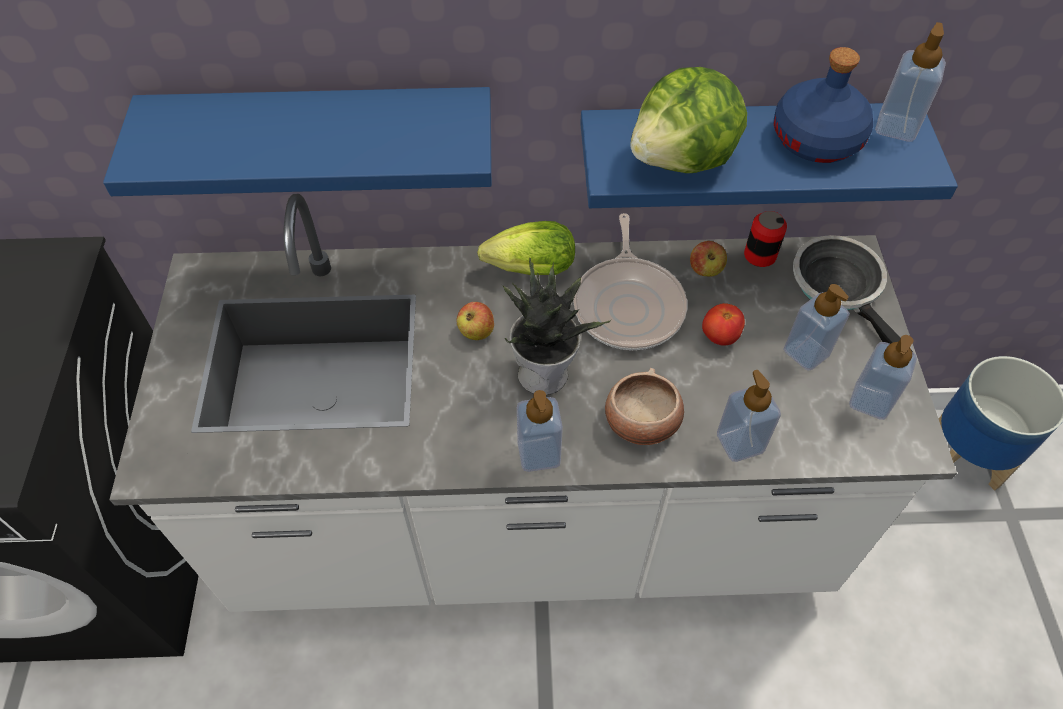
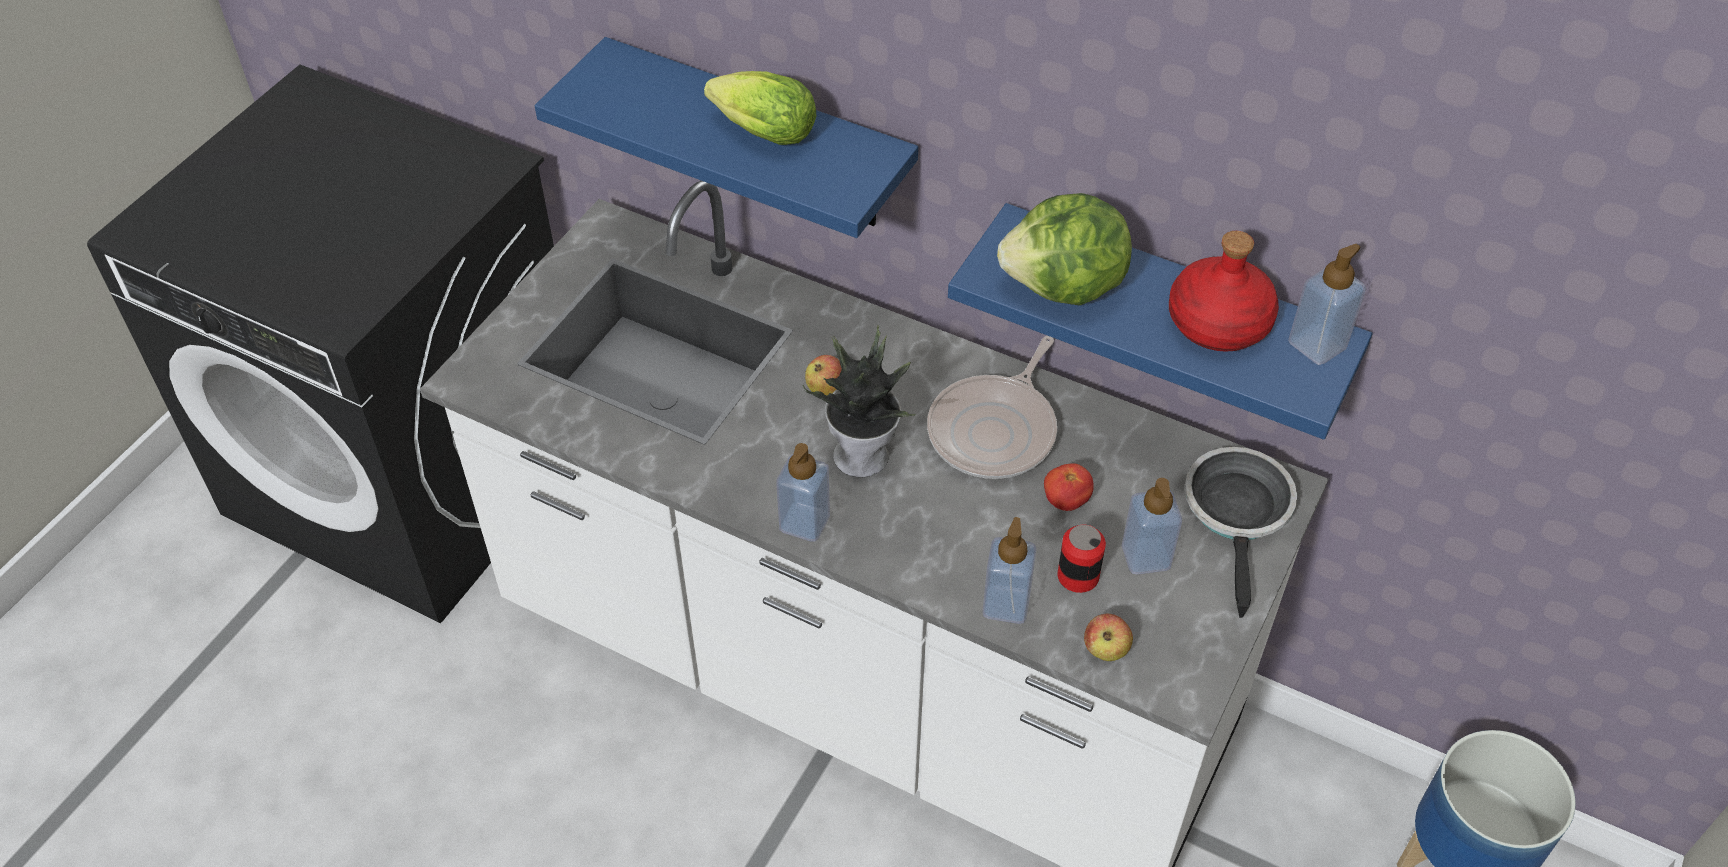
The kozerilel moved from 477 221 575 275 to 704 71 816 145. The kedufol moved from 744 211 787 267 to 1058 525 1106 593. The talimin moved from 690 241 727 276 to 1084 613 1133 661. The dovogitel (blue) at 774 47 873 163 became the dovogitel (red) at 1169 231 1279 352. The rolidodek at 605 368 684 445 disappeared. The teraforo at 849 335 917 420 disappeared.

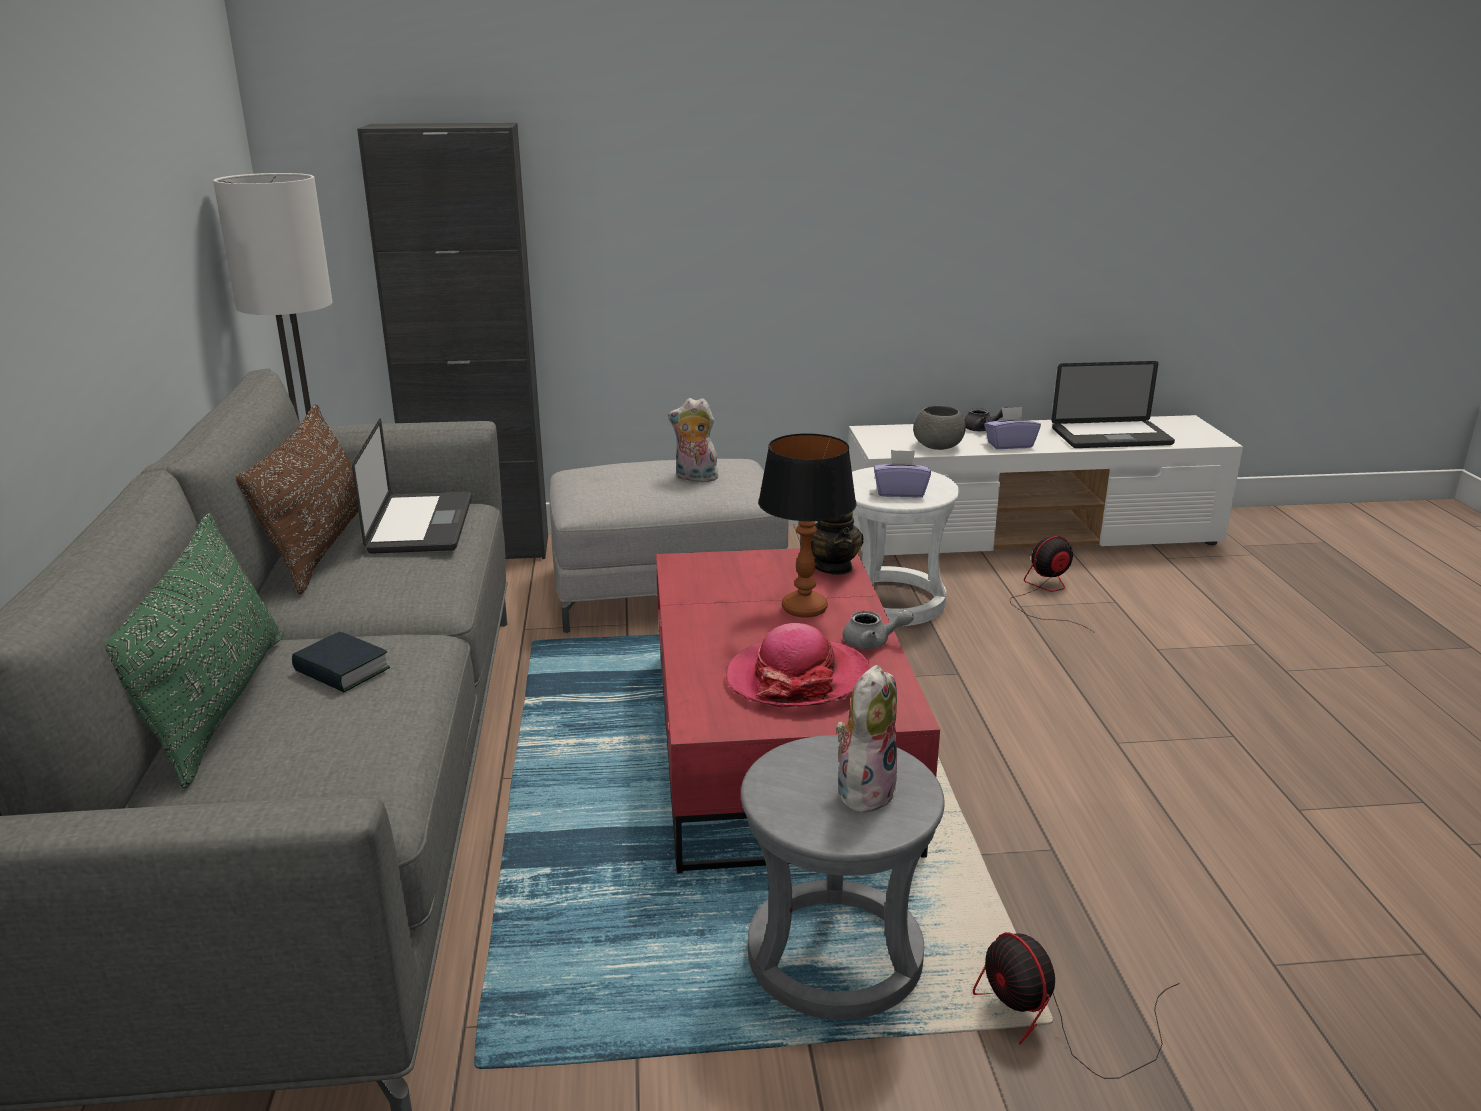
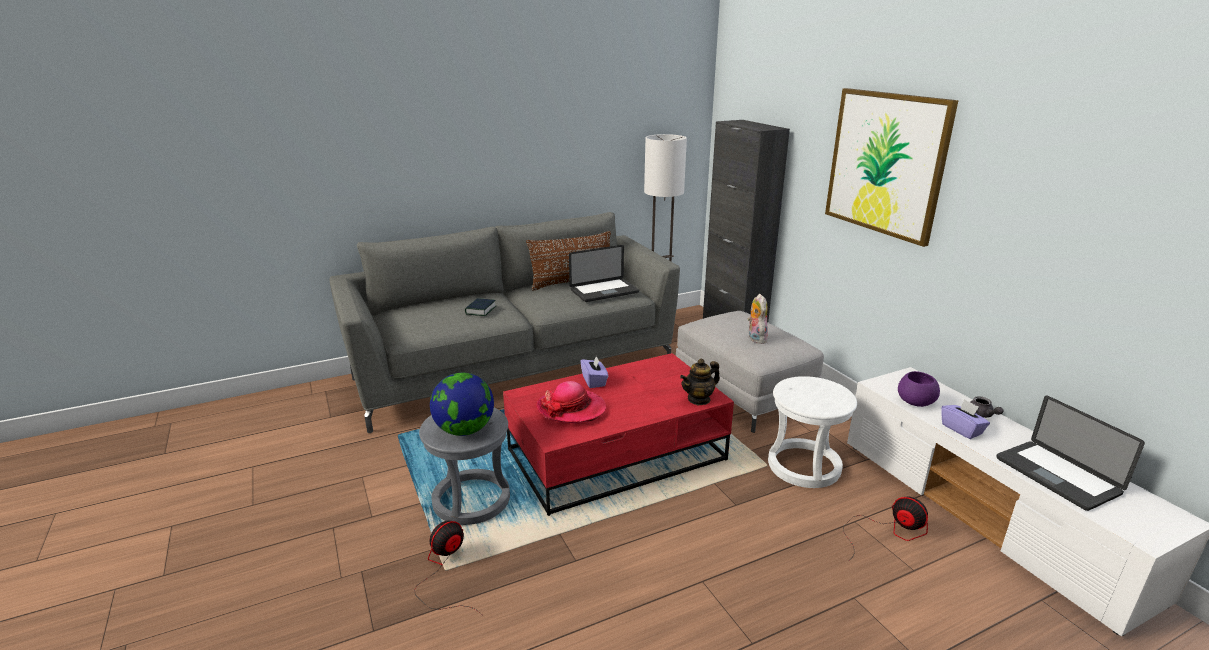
The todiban at 835 665 898 813 was replaced by the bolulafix at 430 373 494 436. The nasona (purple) moved from 874 450 931 498 to 580 355 608 388. The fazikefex at 825 88 959 247 appeared. The rolidodek (grey) at 913 406 966 450 became the rolidodek (purple) at 898 371 940 407. The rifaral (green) at 105 513 284 788 disappeared. The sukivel at 758 433 857 618 disappeared. The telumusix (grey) at 843 610 914 649 disappeared.

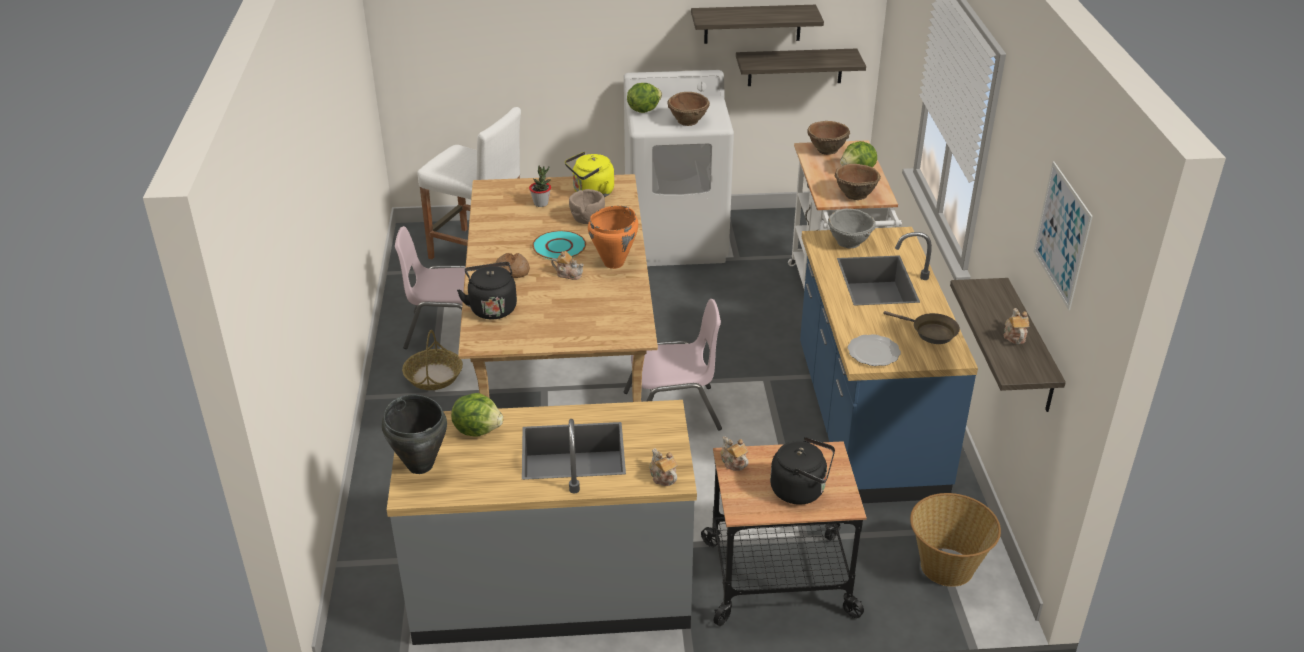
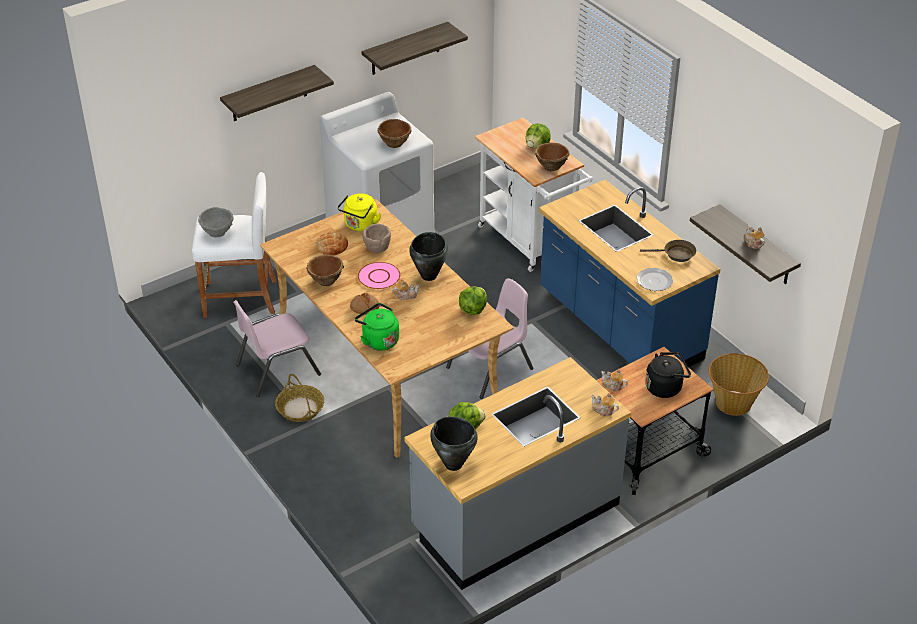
The rolidodek (grey) moved from 828 209 875 248 to 198 207 234 237. The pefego moved from 736 48 866 86 to 220 65 334 121. The rolidodek (brown) moved from 807 121 850 155 to 306 254 344 286. The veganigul at 529 166 551 207 was replaced by the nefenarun at 316 231 348 255. The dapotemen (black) at 457 262 517 320 became the dapotemen (green) at 355 303 399 351. The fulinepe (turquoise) at 532 230 586 260 became the fulinepe (pink) at 358 262 400 289. The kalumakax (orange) at 588 206 638 269 became the kalumakax (black) at 409 232 448 281. The kozerilel moved from 627 83 662 113 to 459 287 487 315. The fazikefex at 1033 161 1093 310 disappeared.

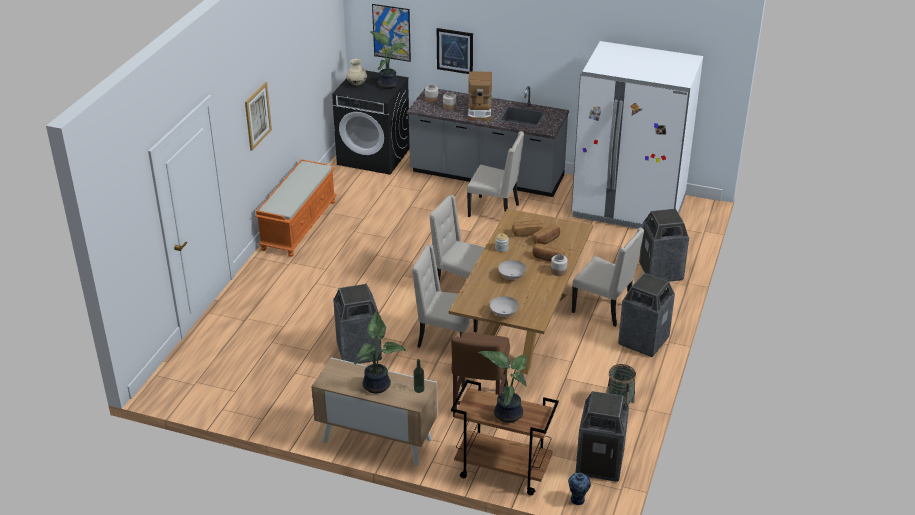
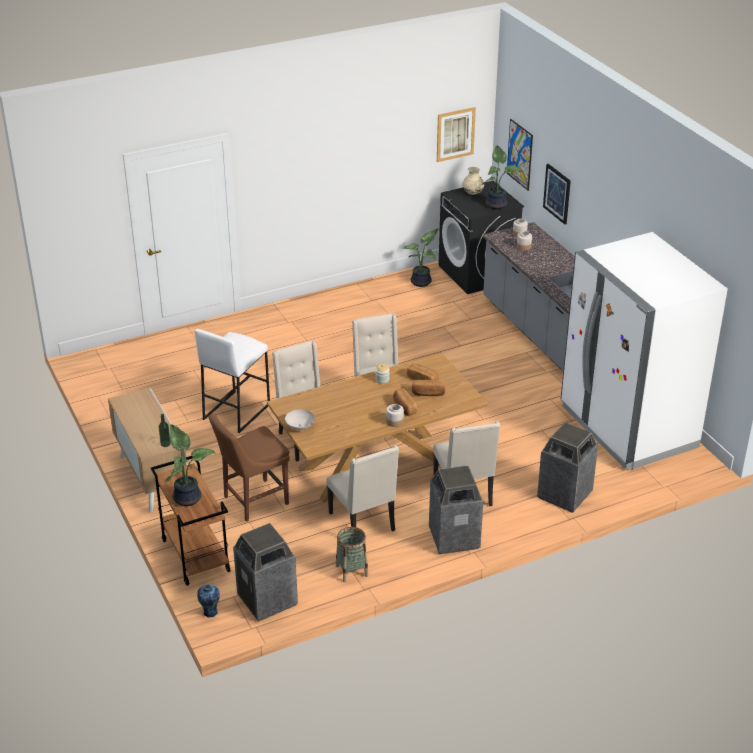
The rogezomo at 333 284 382 364 was replaced by the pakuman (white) at 195 329 270 433. The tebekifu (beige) moved from 467 131 525 217 to 326 445 399 531. The veganigul moved from 354 311 406 394 to 403 229 439 287. The fazikefex moved from 245 82 272 151 to 437 107 476 162. The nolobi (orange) at 255 159 337 257 disappeared. The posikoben at 468 71 492 121 disappeared. The rolidodek (white) at 498 260 526 279 disappeared.

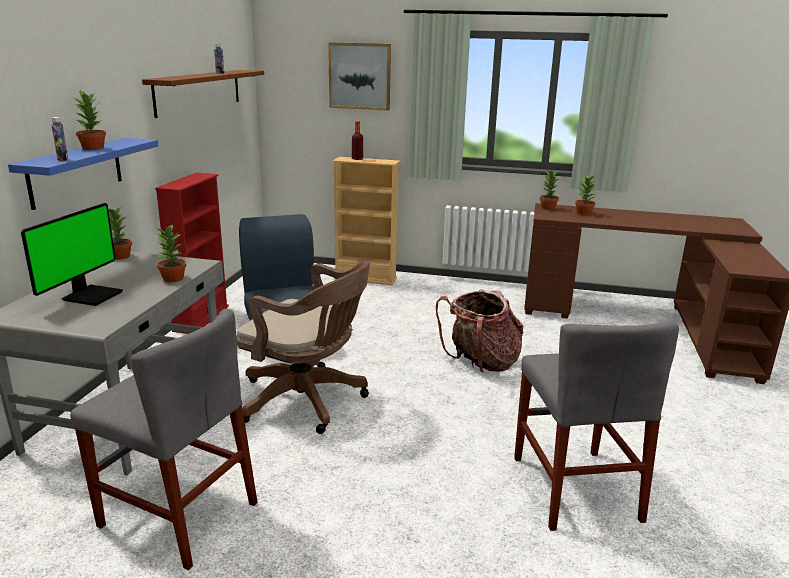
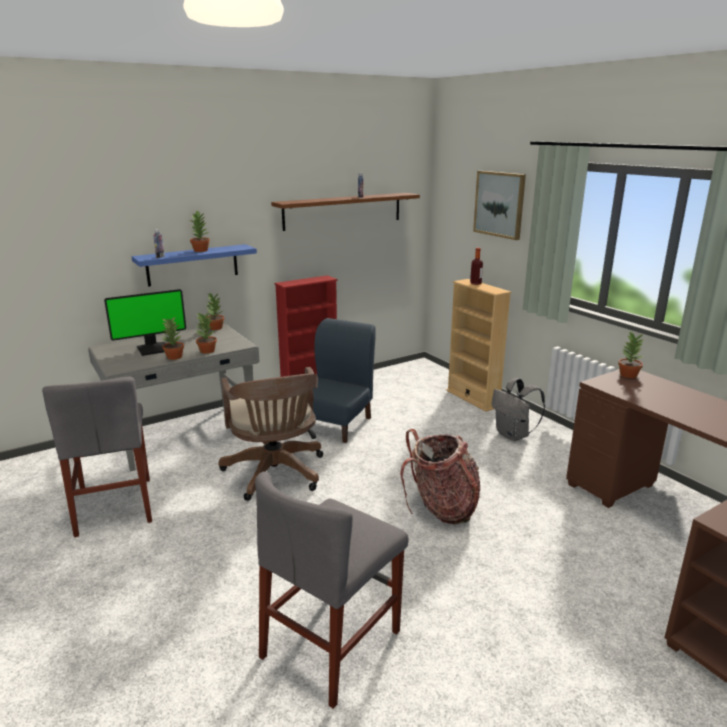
The veganigul moved from 575 174 596 215 to 161 317 184 360. The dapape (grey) at 492 378 545 441 appeared.

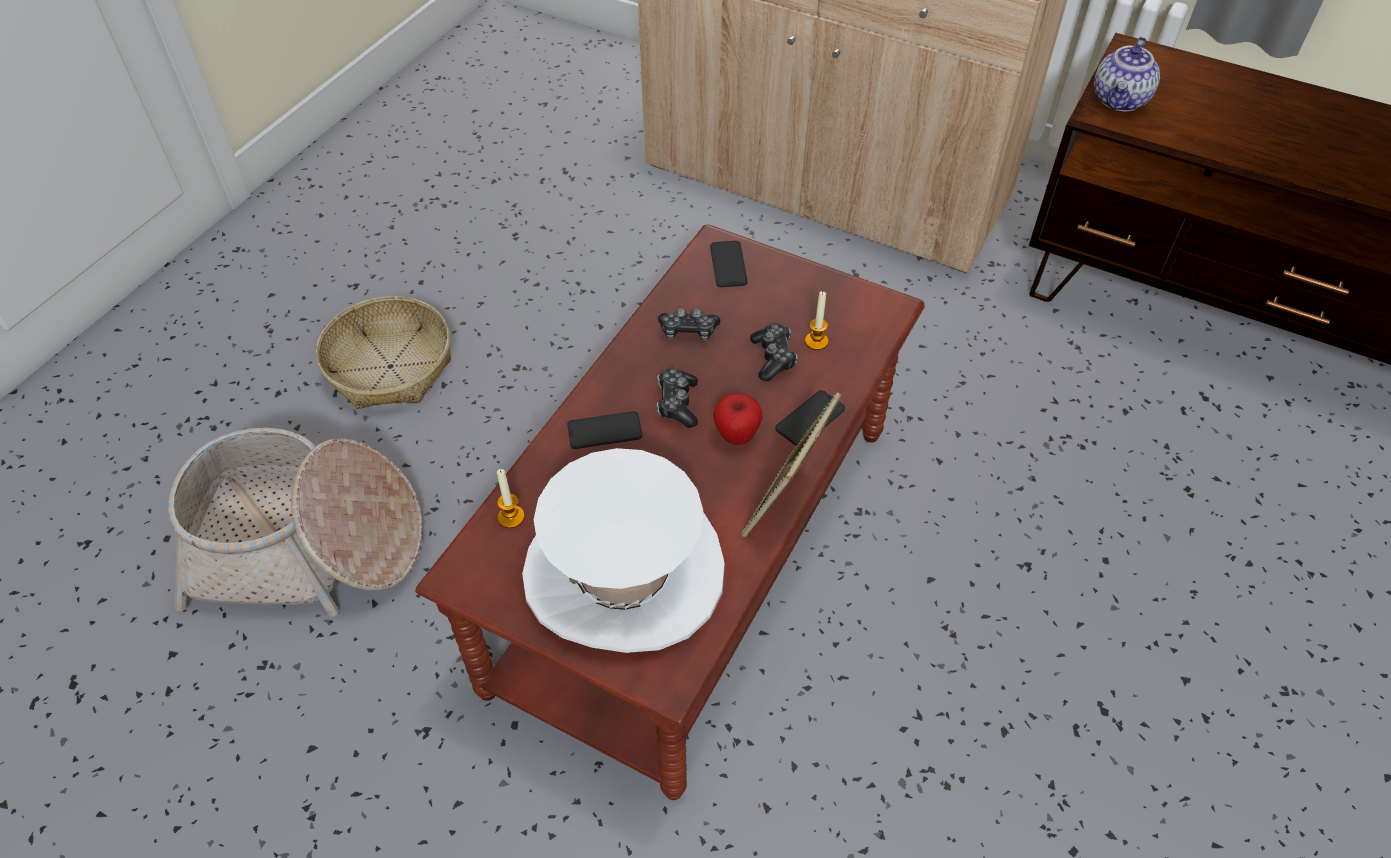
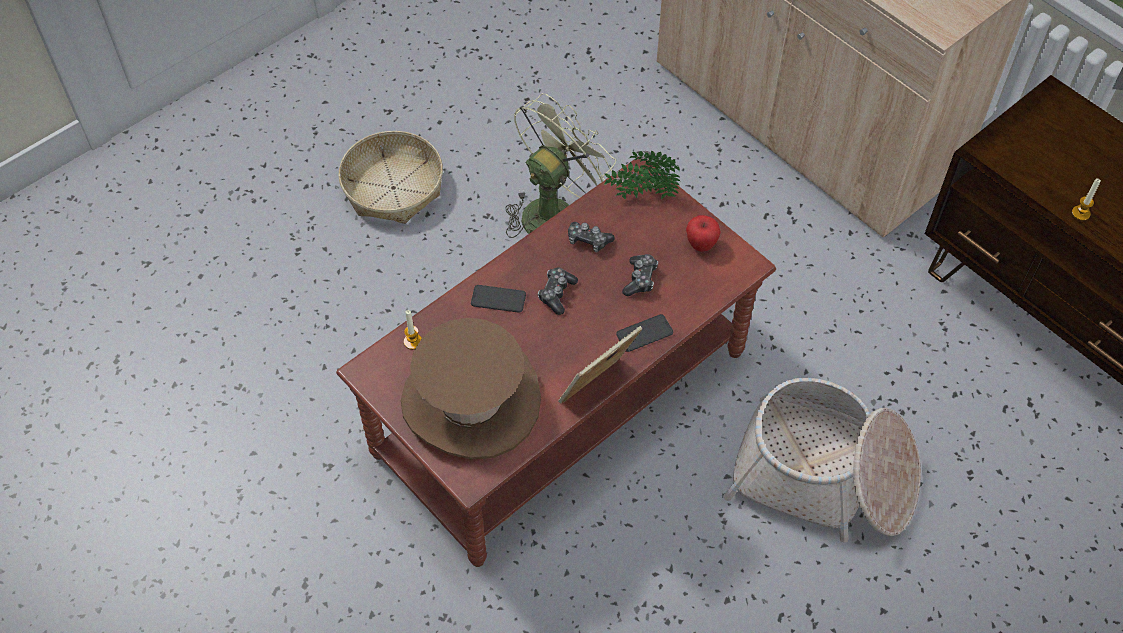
The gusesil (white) at 522 448 725 653 became the gusesil (brown) at 401 318 541 460. The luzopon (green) at 505 93 616 238 appeared. The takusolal at 710 241 748 287 was replaced by the veganigul at 604 151 680 199. The talimin moved from 713 394 763 445 to 686 215 721 252. The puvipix moved from 168 428 422 617 to 723 378 921 543. The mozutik moved from 805 291 829 350 to 1072 178 1101 221. The telumusix at 1094 37 1160 111 disappeared.

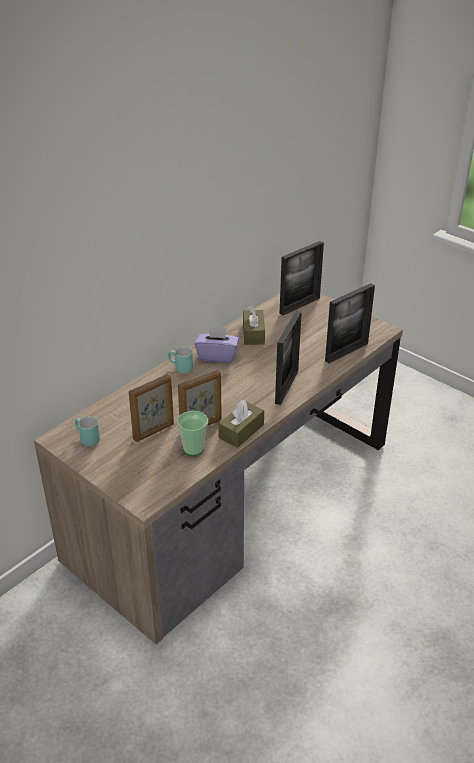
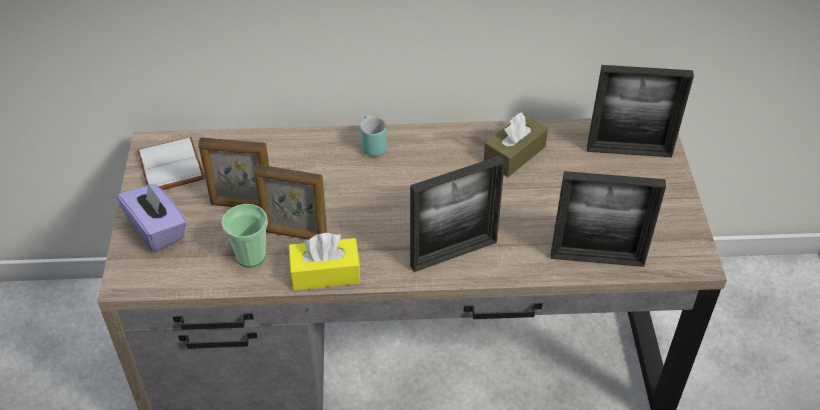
The nasona (purple) moved from 195 326 239 363 to 117 182 187 252. The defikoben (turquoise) at 75 416 100 446 was replaced by the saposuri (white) at 137 137 205 190. The nasona (brown) at 219 400 264 448 became the nasona (yellow) at 289 233 360 290.

